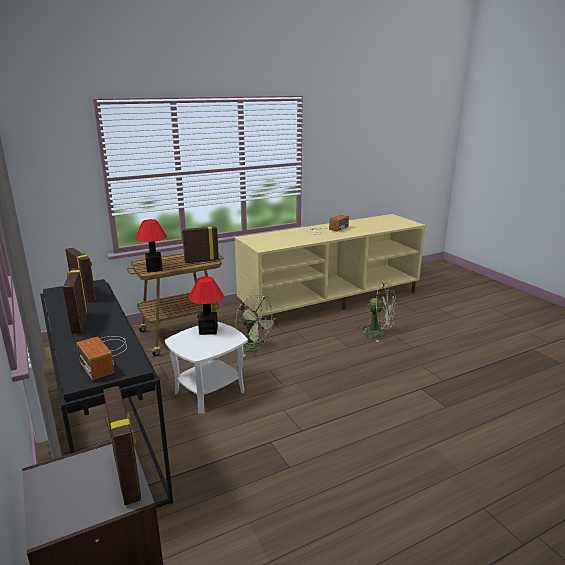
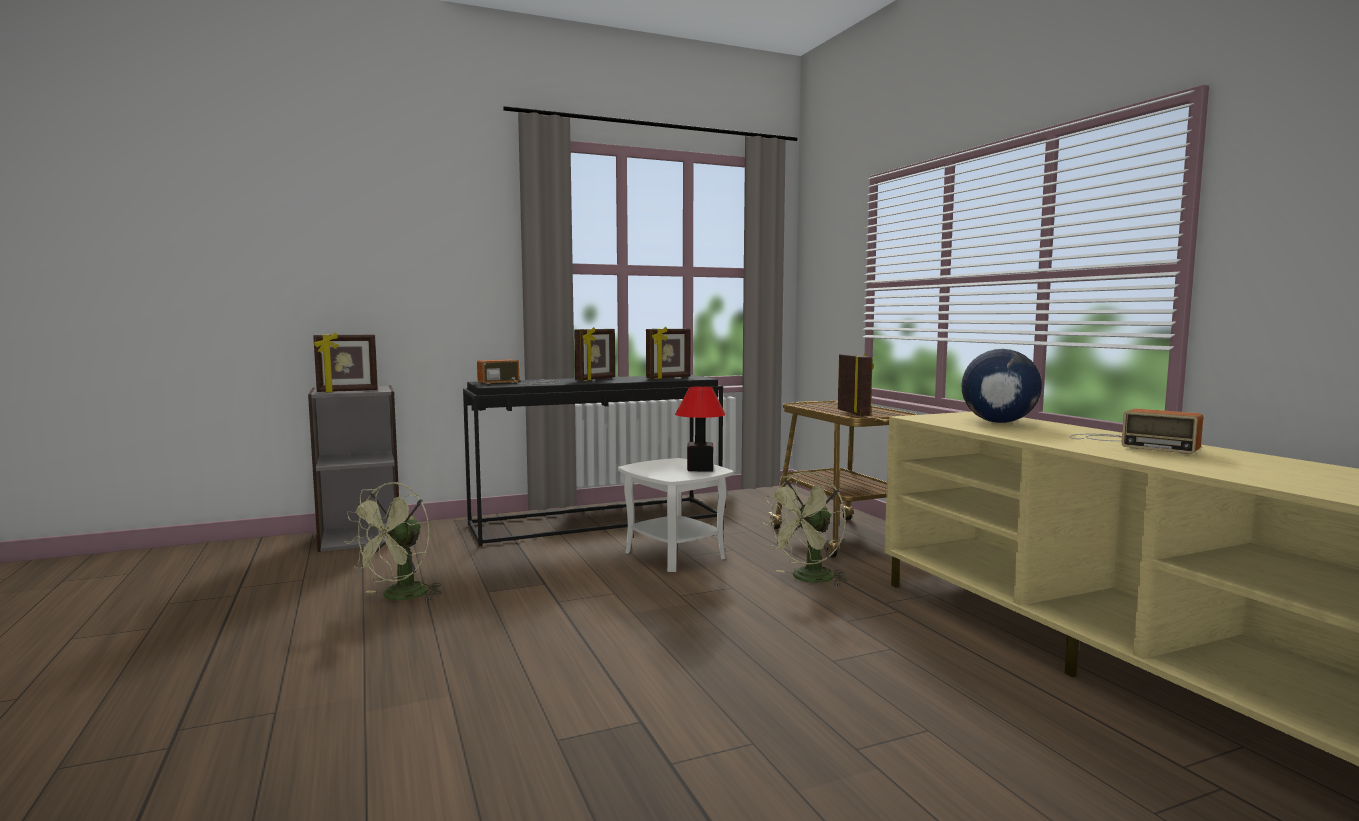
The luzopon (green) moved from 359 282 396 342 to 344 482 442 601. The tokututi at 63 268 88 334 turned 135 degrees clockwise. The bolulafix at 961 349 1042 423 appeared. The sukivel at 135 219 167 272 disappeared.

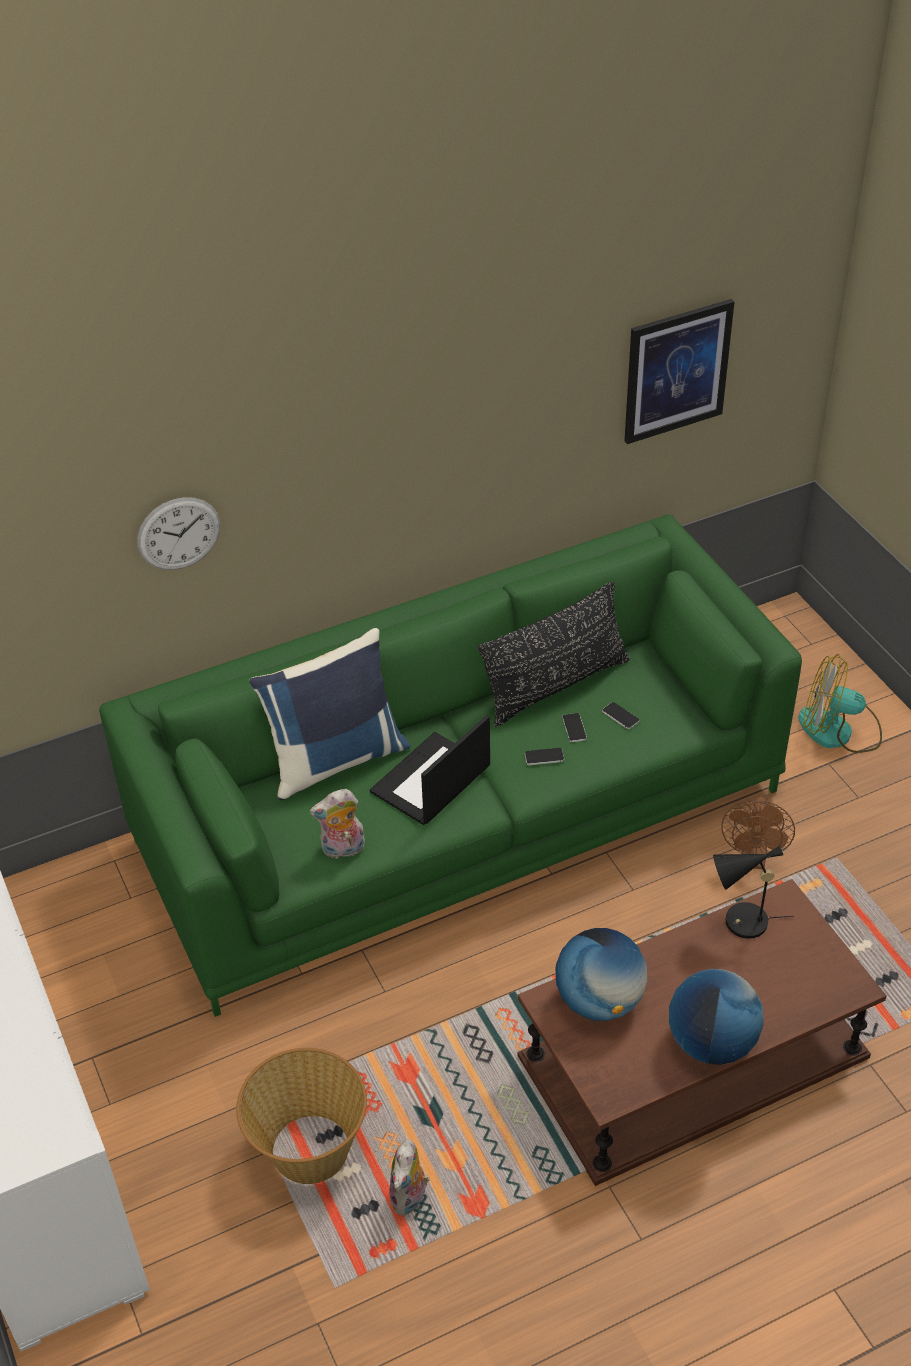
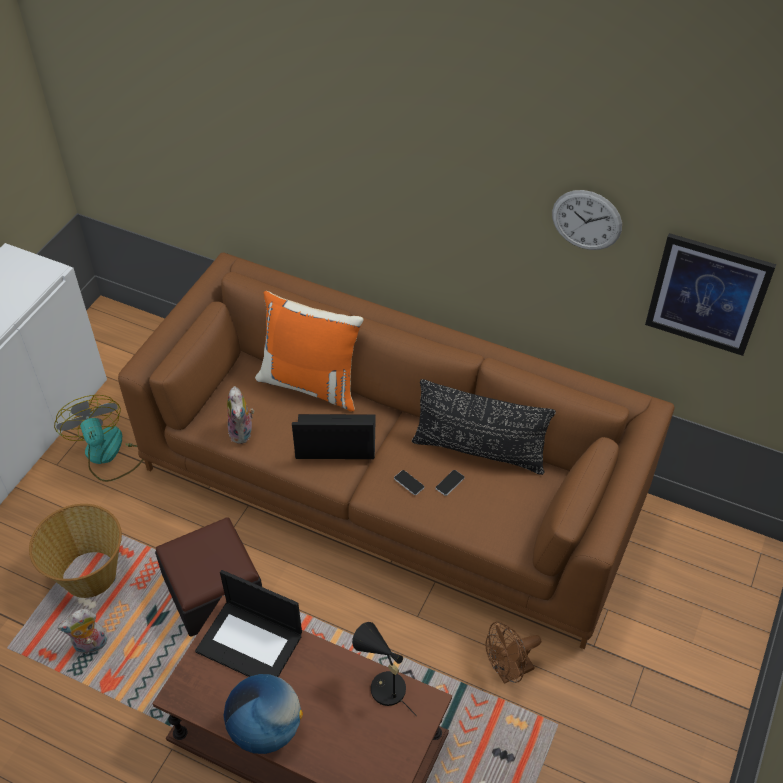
The luzopon moved from 798 654 882 753 to 54 395 144 482. The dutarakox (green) at 99 514 802 1017 became the dutarakox (brown) at 118 252 675 649. The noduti at 155 517 262 637 appeared. The bolulafix at 556 928 647 1021 was replaced by the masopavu at 195 570 302 677. The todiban at 310 789 365 859 turned 135 degrees counterclockwise. The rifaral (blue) at 249 628 411 800 became the rifaral (orange) at 255 291 363 412. The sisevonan moved from 137 497 220 570 to 552 190 622 250. The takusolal at 602 702 639 729 disappeared.

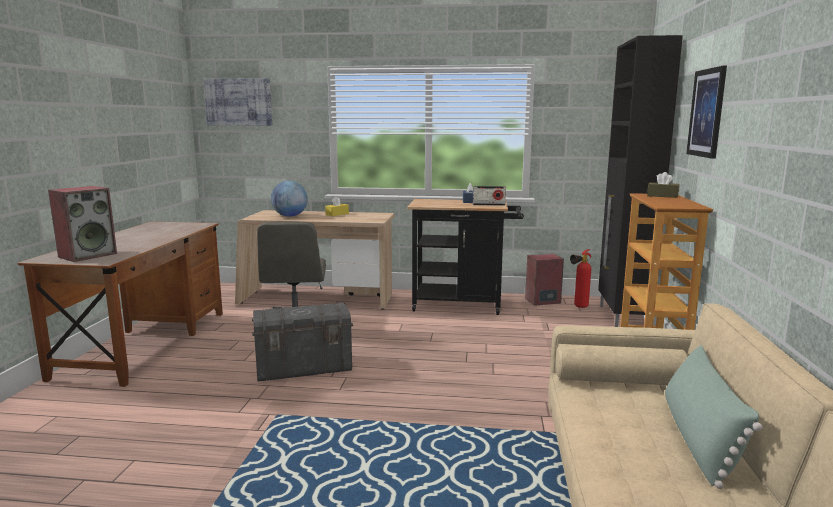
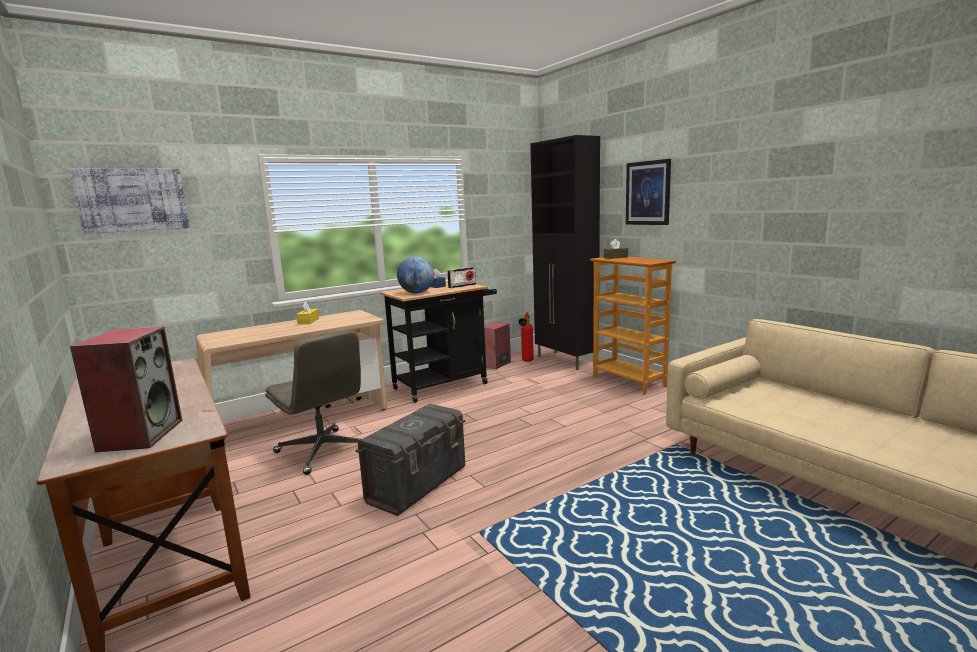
The bolulafix moved from 271 181 308 217 to 397 256 434 293. The rifaral (green) at 665 345 762 489 disappeared.

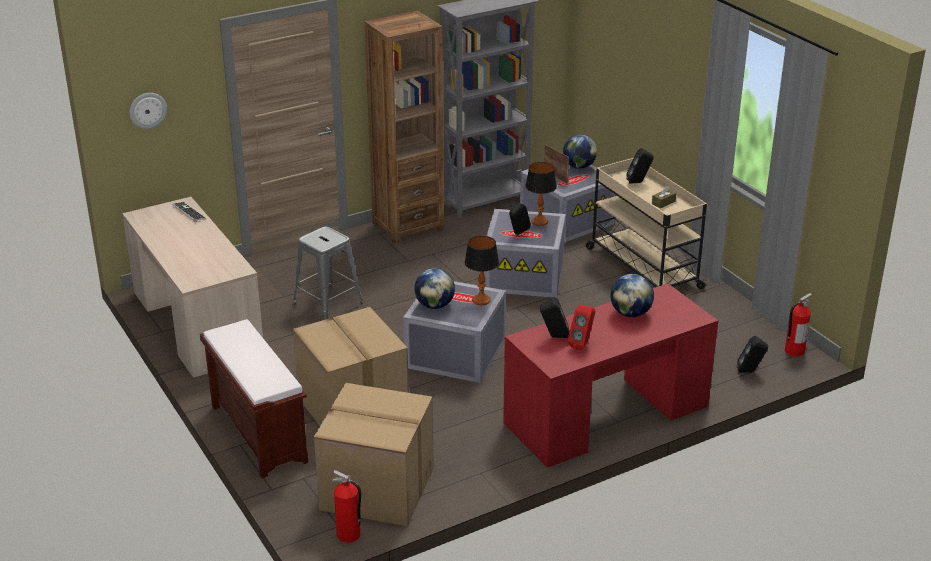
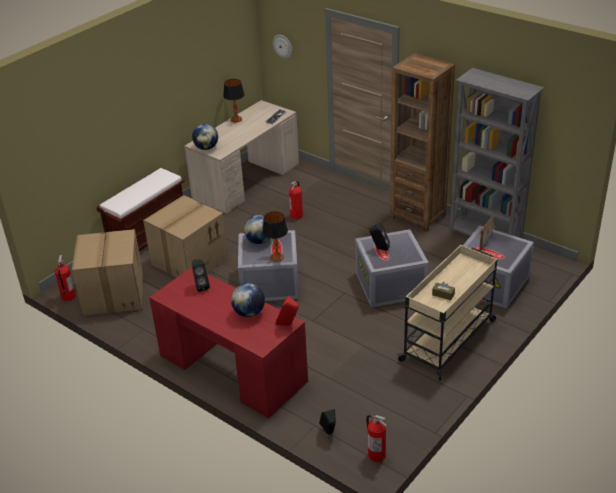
The bolulafix moved from 563 135 597 169 to 192 124 218 150. The sukivel moved from 525 162 557 226 to 223 79 245 123. The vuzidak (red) moved from 567 304 595 351 to 275 296 299 326. The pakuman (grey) at 293 226 363 320 was replaced by the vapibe at 289 181 303 220. The vuzidak (black) at 626 148 654 184 disappeared.

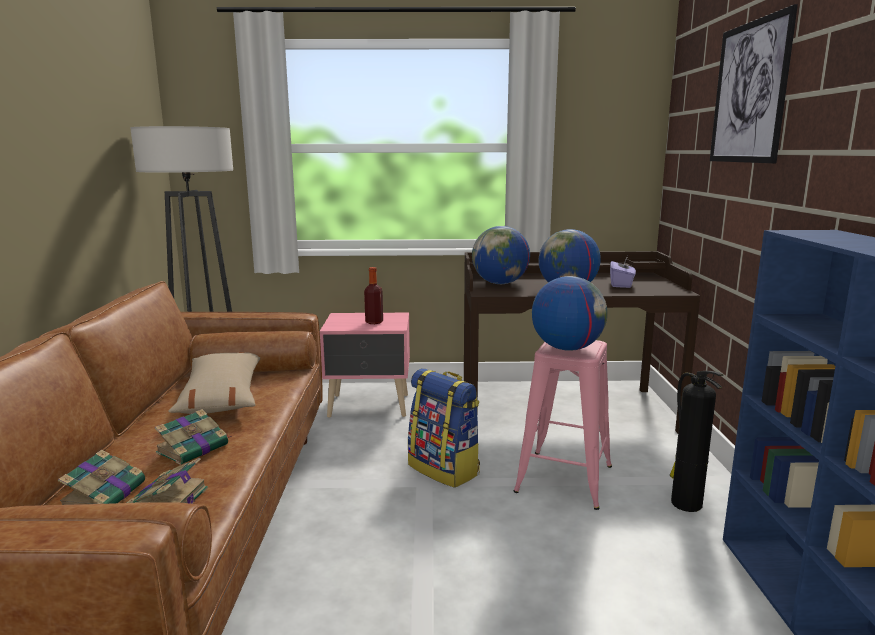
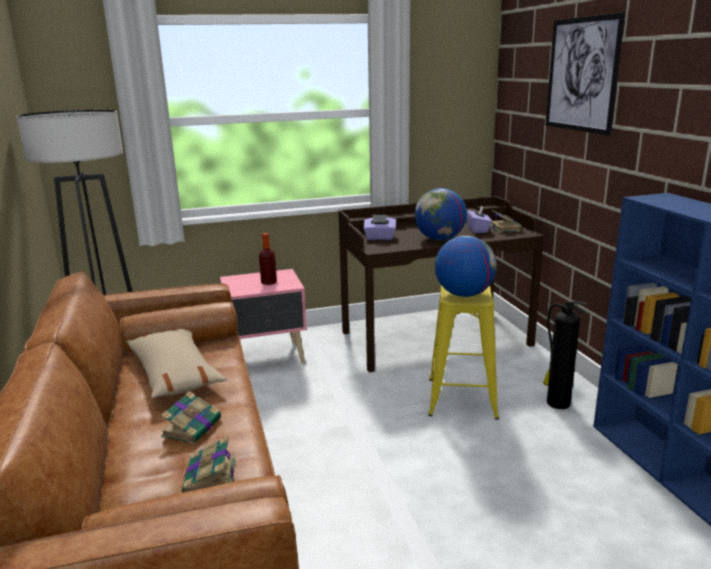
The bolulafix at 472 226 530 284 was replaced by the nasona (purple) at 364 214 396 240. The pakuman (pink) at 513 340 612 510 became the pakuman (yellow) at 428 285 499 420. The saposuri moved from 58 450 145 505 to 490 210 522 233. The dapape at 408 368 480 488 disappeared.

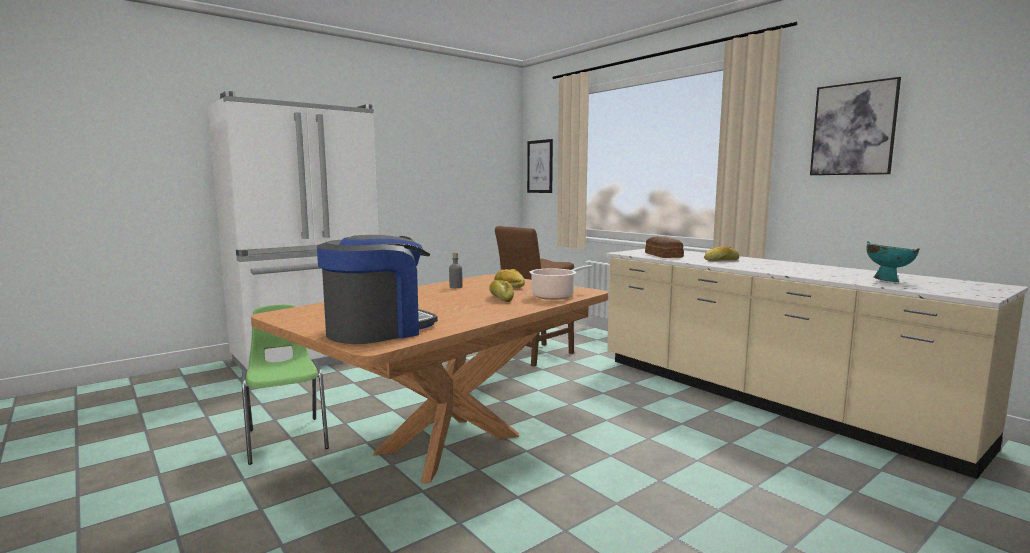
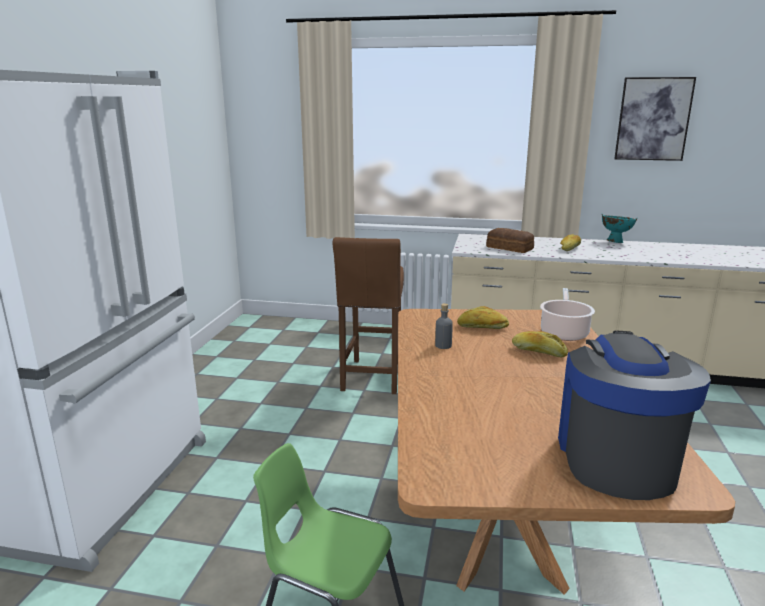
The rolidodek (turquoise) moved from 867 241 920 282 to 602 214 638 243. The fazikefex at 527 139 553 193 disappeared.

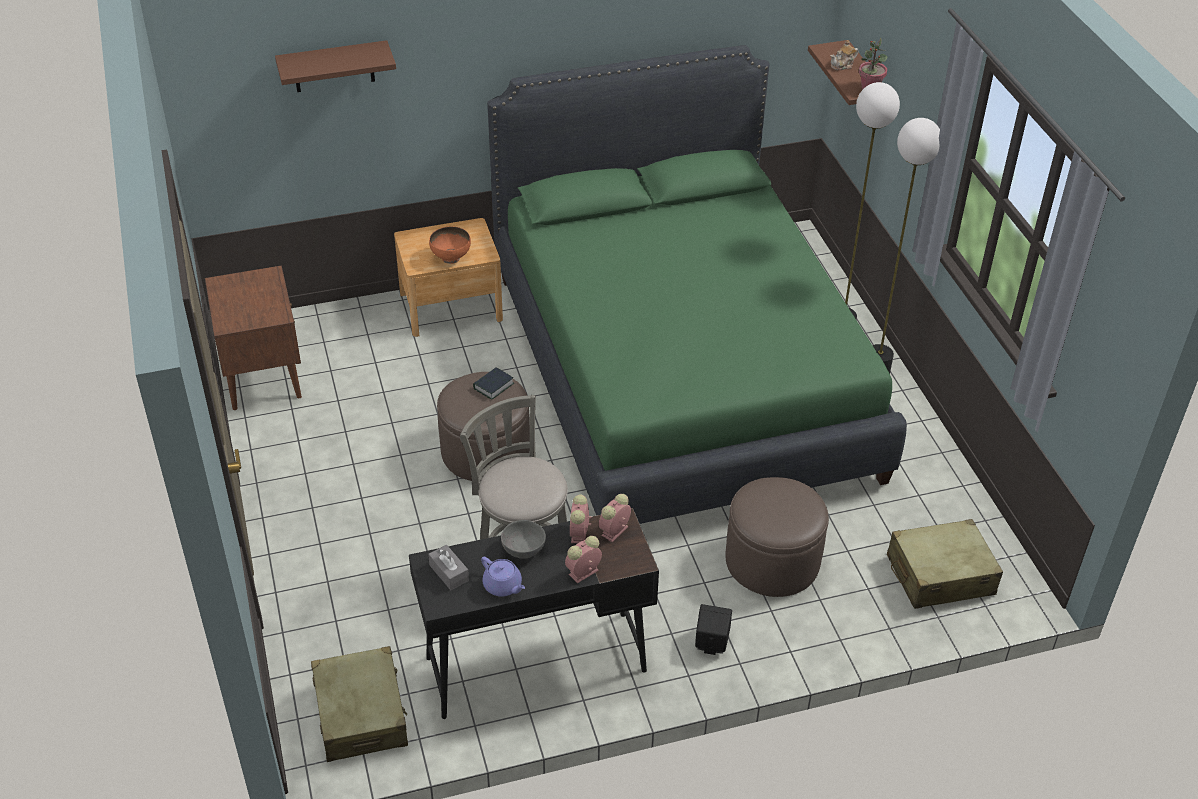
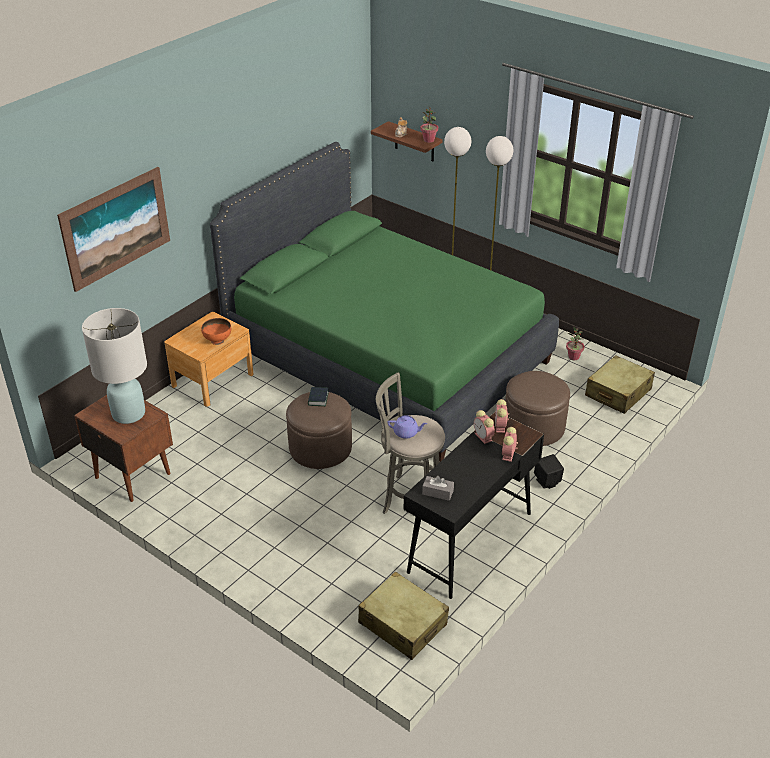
The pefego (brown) at 275 40 396 92 was replaced by the fazikefex at 57 167 170 292. The sukivel (white) at 82 308 147 424 appeared. The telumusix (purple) moved from 481 556 525 597 to 387 415 427 439. The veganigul at 566 327 585 360 appeared. The rolidodek (grey) at 501 520 546 559 disappeared.

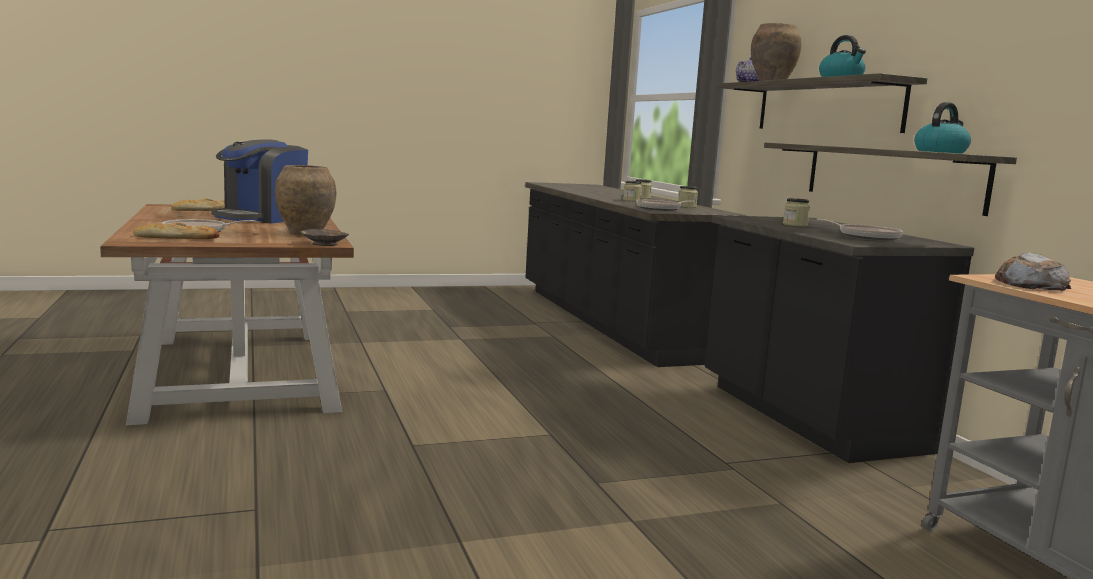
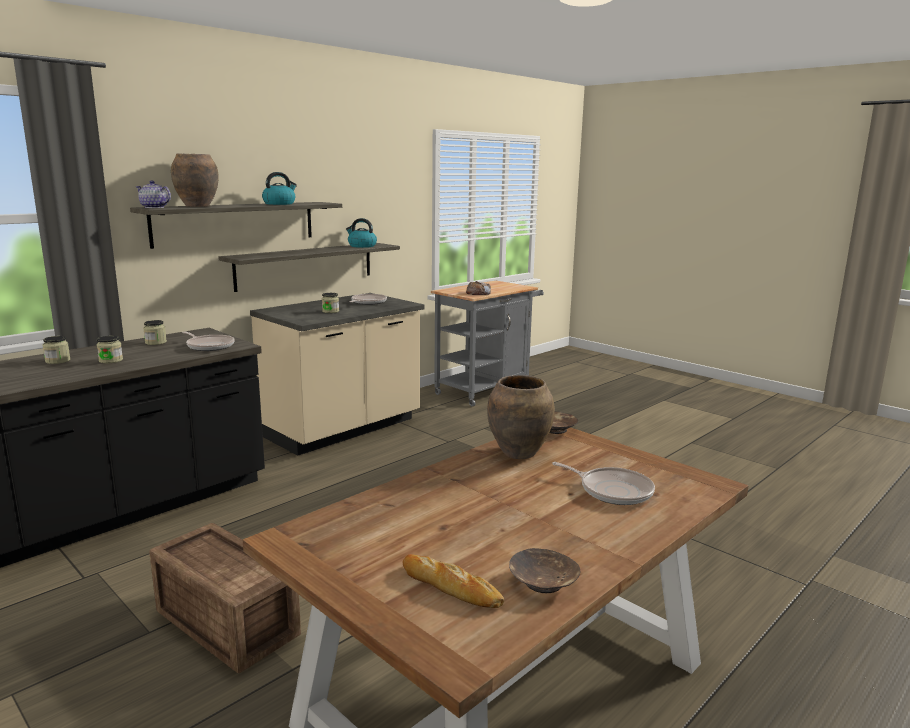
The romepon at 149 523 301 673 appeared. The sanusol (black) at 705 215 974 463 became the sanusol (beige) at 250 293 424 456. The rolidodek (brown) at 509 548 581 593 appeared. The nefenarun at 133 223 220 239 disappeared. The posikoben at 211 140 308 223 disappeared.

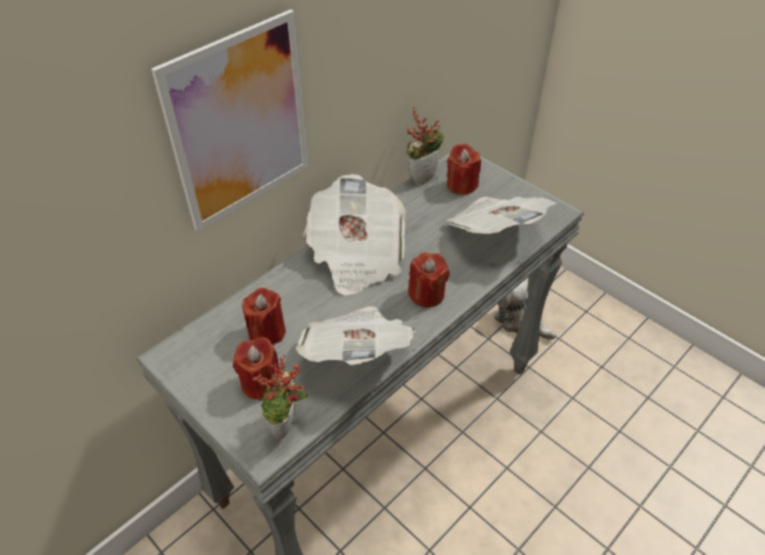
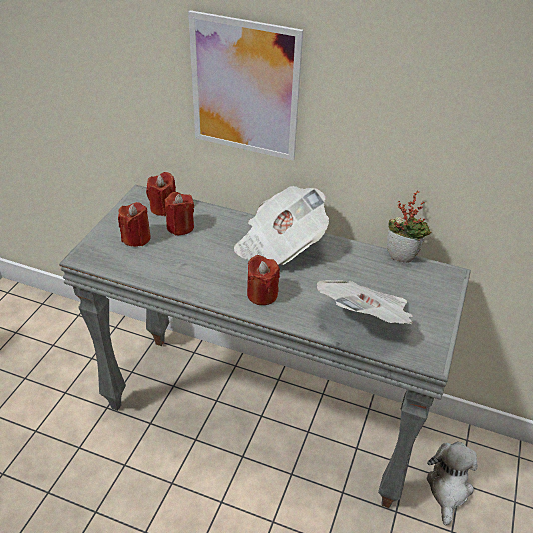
The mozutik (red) moved from 447 144 481 195 to 146 172 176 216. The veganigul at 253 355 308 439 disappeared. The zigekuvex at 296 306 416 365 disappeared.

